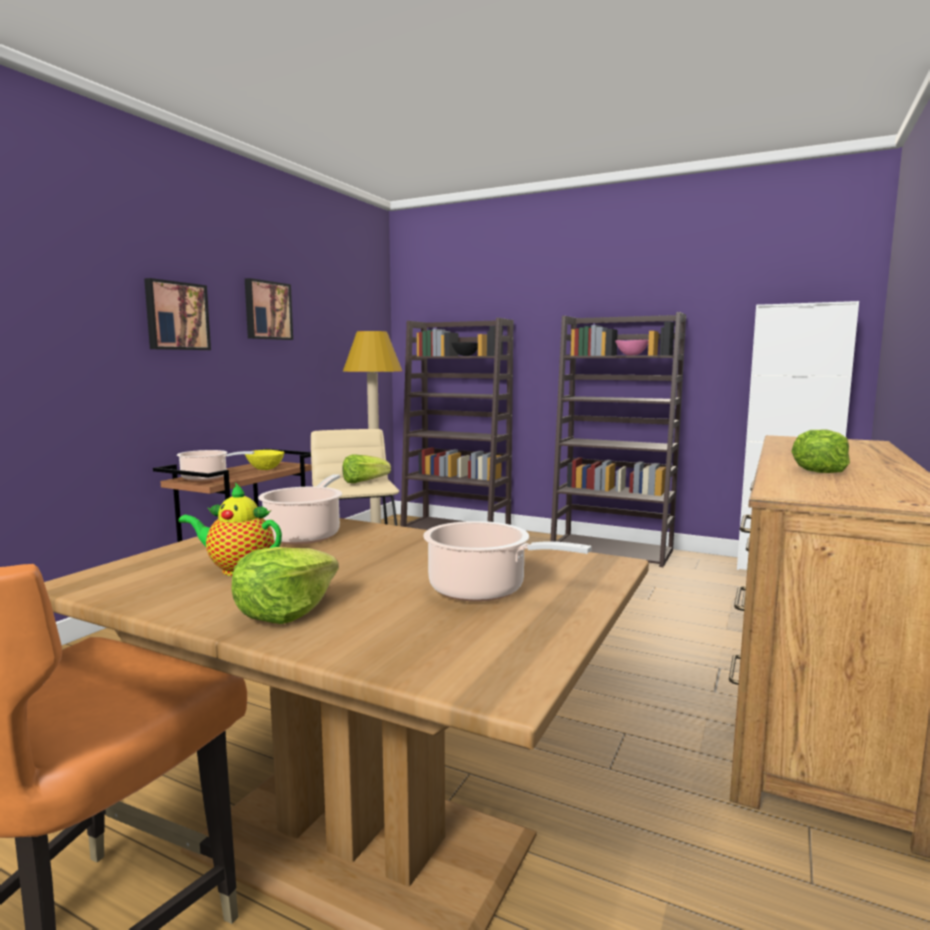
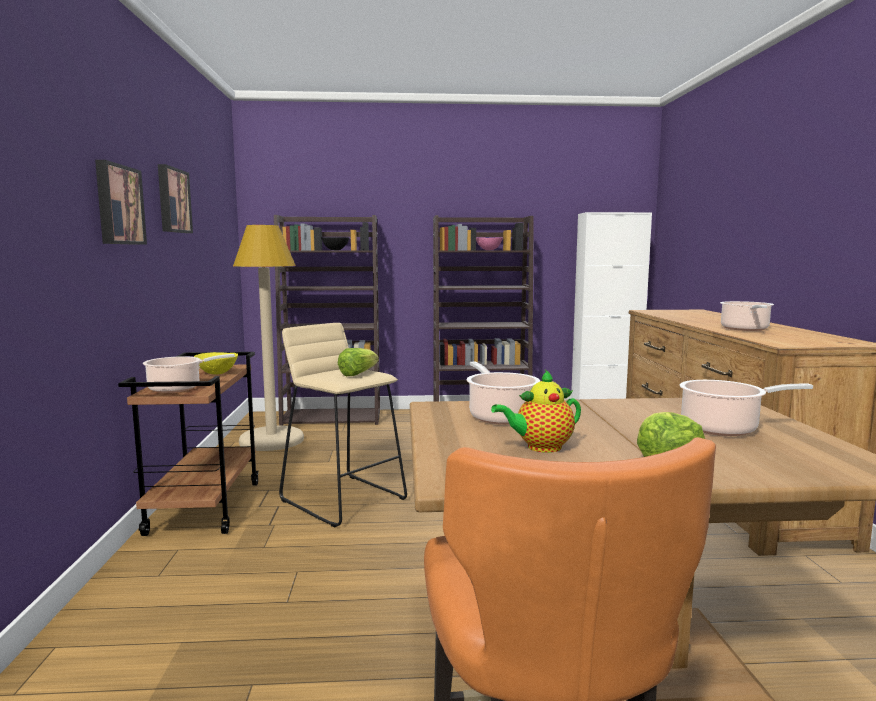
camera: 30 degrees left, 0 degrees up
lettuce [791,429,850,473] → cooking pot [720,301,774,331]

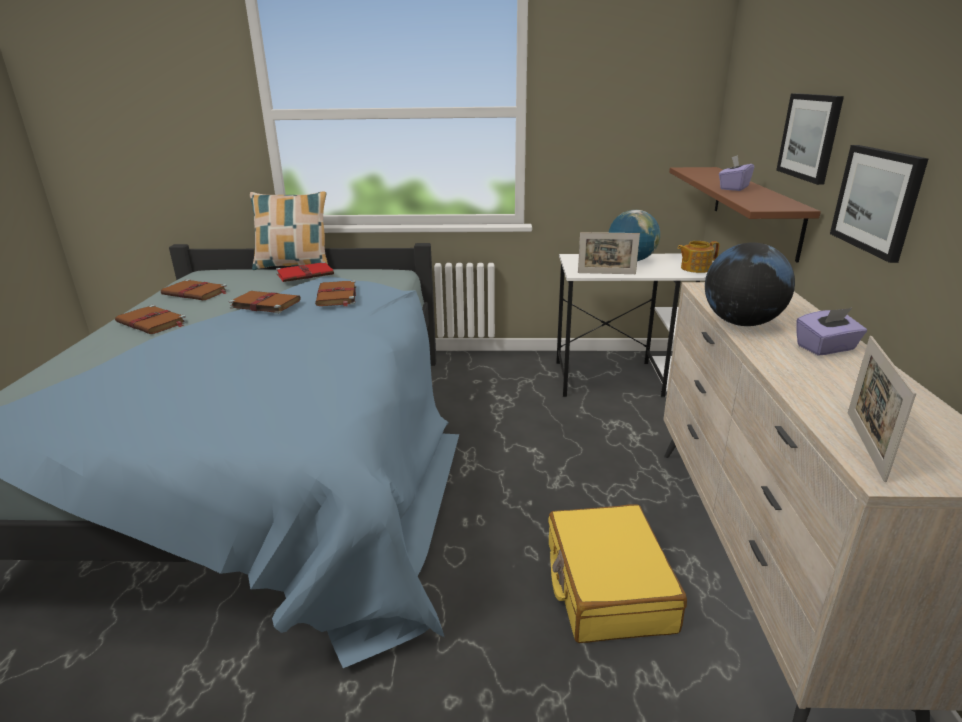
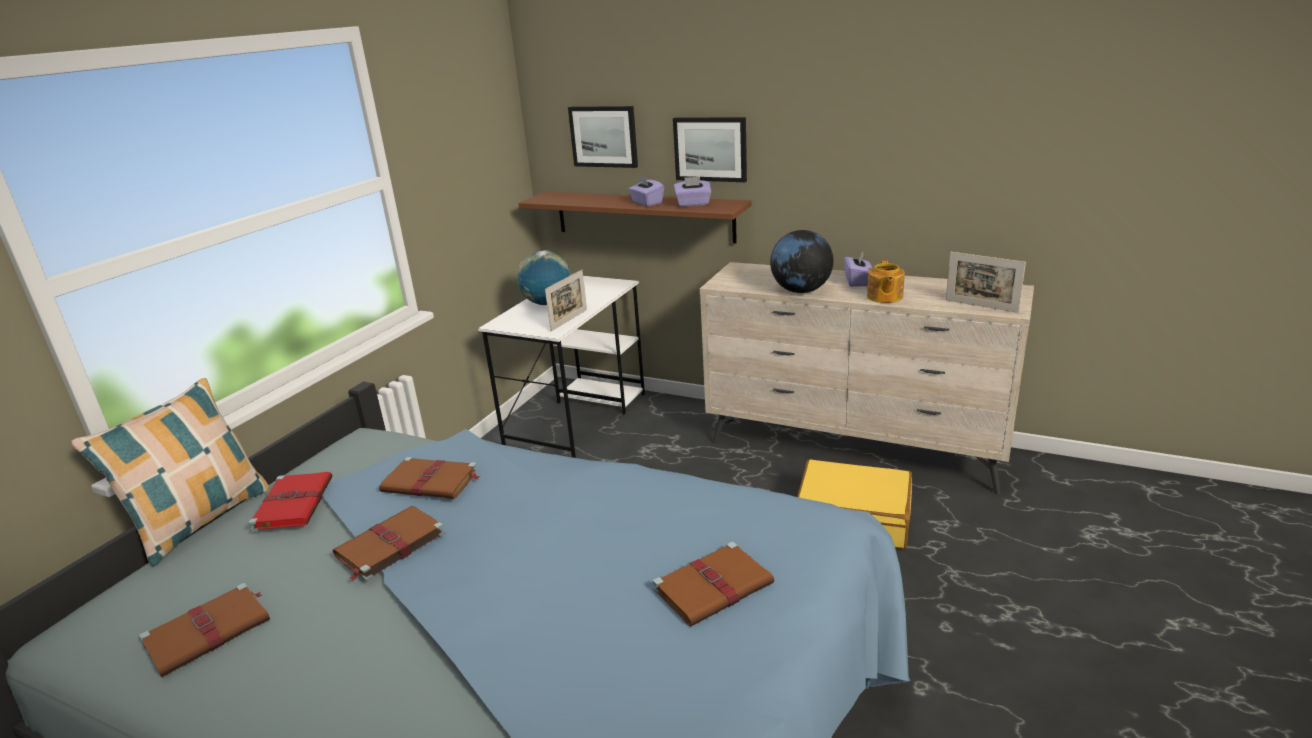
camera: 65 degrees left, 0 degrees up
picture [830,145,928,263] → picture [568,106,638,168], relocated
brown book [115,305,187,334] → brown book [653,542,774,627], relocated
- → purple tissue box [674,177,712,207]
teapot [677,241,720,273] → teapot [867,260,905,303], relocated

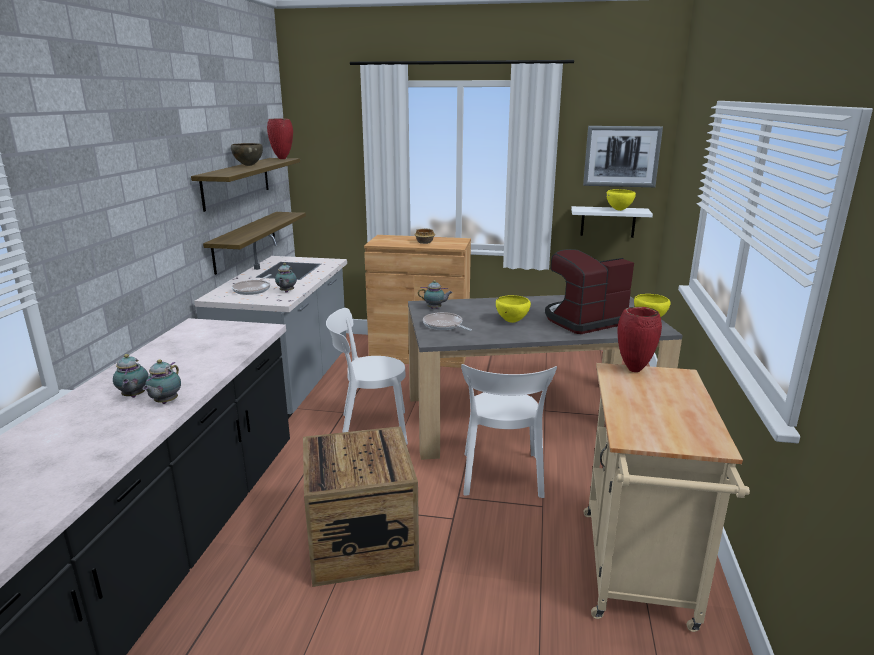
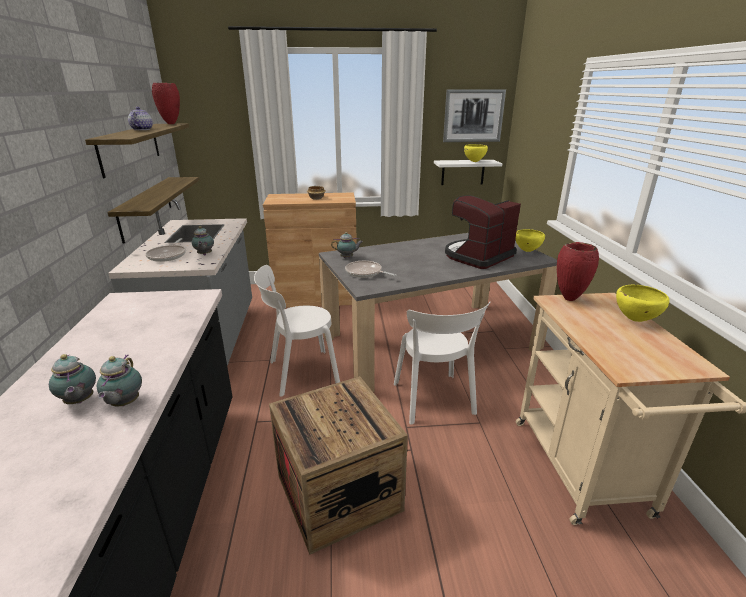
camera: 15 degrees left, 5 degrees up
brown bowl [231,143,263,166] → teapot [128,107,153,130]
yellow bowl [496,295,531,323] → yellow bowl [616,285,670,322], relocated

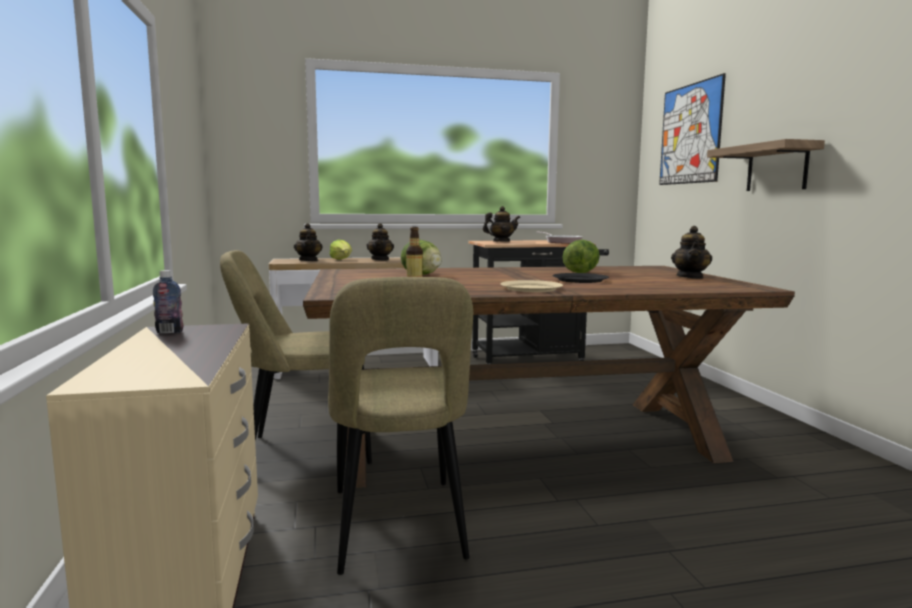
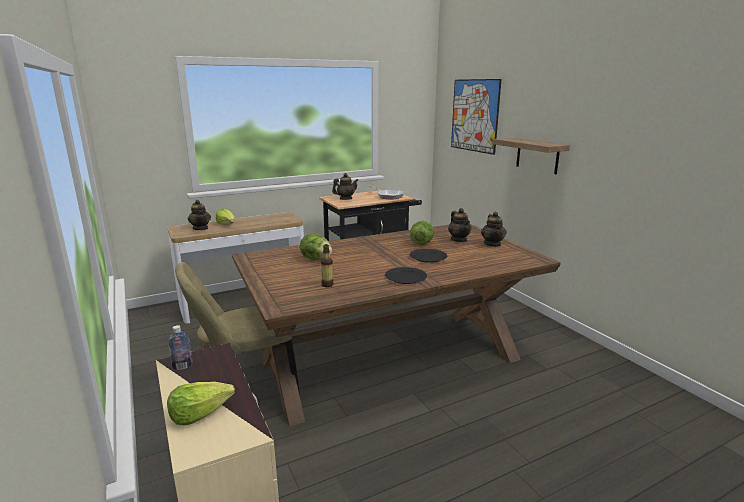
camera: 15 degrees left, 10 degrees up
- → lettuce [167,382,235,426]
beige plate [501,280,563,292] → black plate [385,267,427,284]
teapot [366,223,394,260] → teapot [448,208,472,242], relocated
beige chair [328,277,473,575] → -

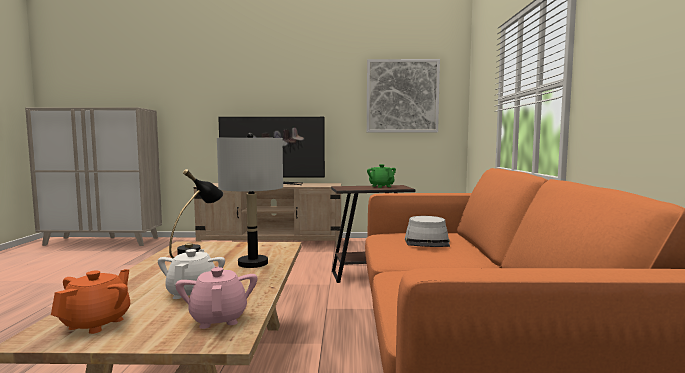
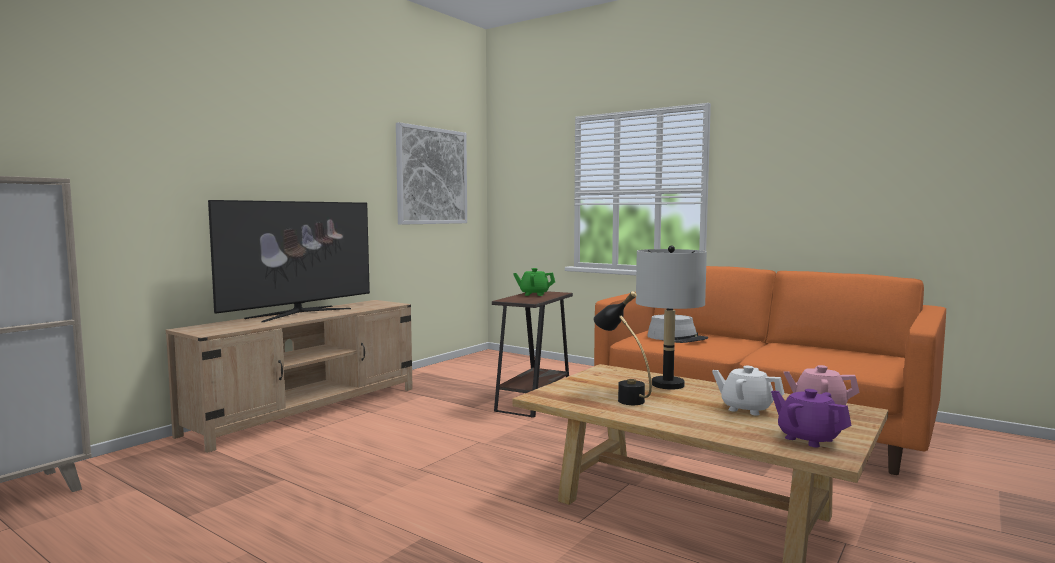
camera: 55 degrees left, 0 degrees up
orange teapot [51,269,130,334] → purple teapot [771,389,852,447]

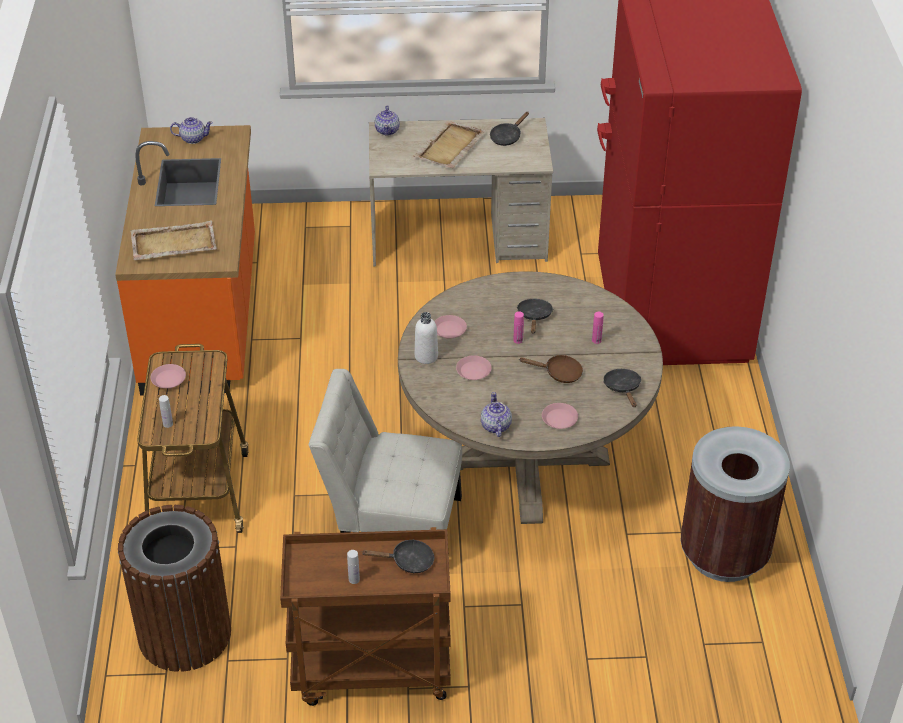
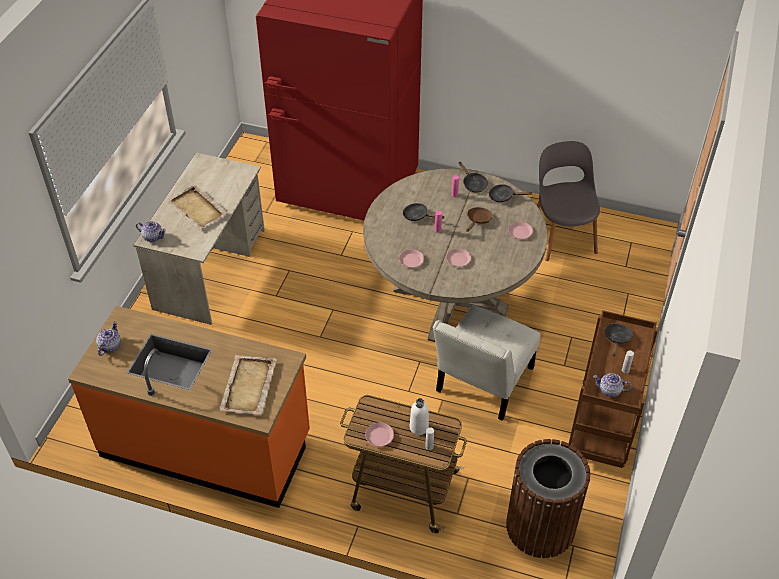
camera: 70 degrees left, 5 degrees up
white bottle [415,312,438,364] → white bottle [410,398,429,435], relocated
black frying pan [490,112,529,146] → black frying pan [458,161,488,193], relocated
brown trash can [681,426,790,582] → grey chair [537,141,600,261]
teapot [481,392,512,437] → teapot [593,373,632,397], relocated

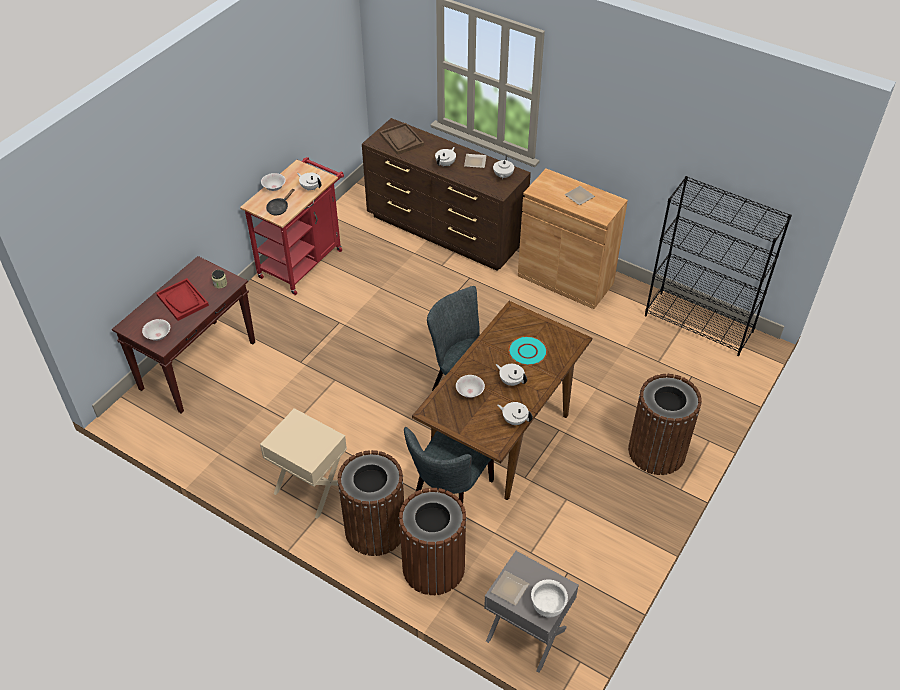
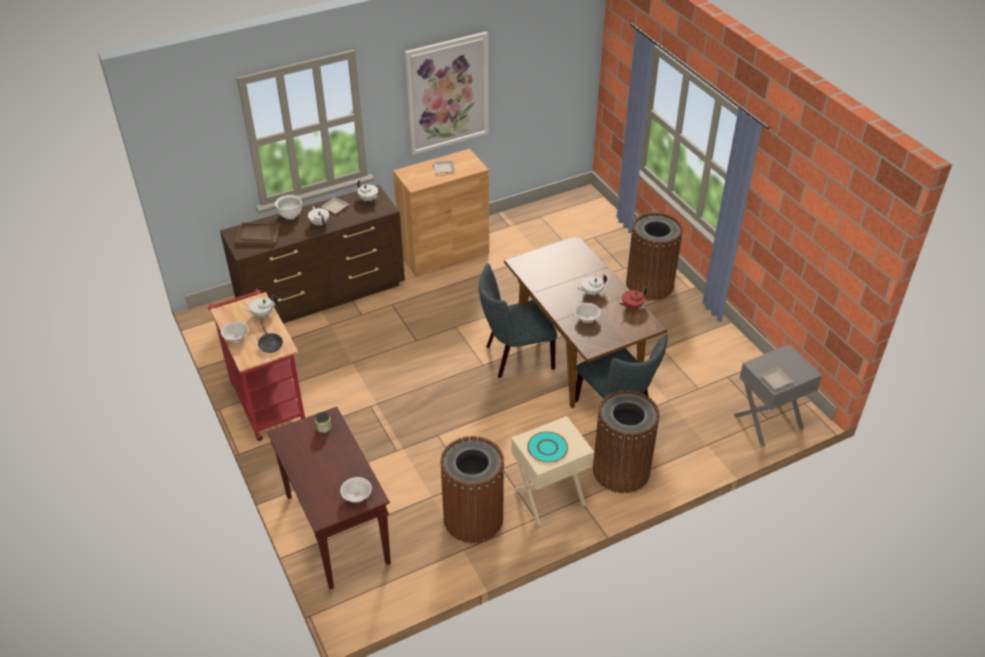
camera: 60 degrees left, 5 degrees down
white bowl [531,579,568,617] → white bowl [275,195,302,219], relocated
- → picture [405,31,489,155]
brown trash can [399,488,467,595] → brown trash can [440,436,505,543], relocated
turquoise plate [508,336,547,365] → turquoise plate [527,431,568,463], relocated
white teapot [497,402,533,425] → red teapot [619,287,647,310]
red tray [156,278,209,321] → -
black bookcase [645,176,792,356] → -

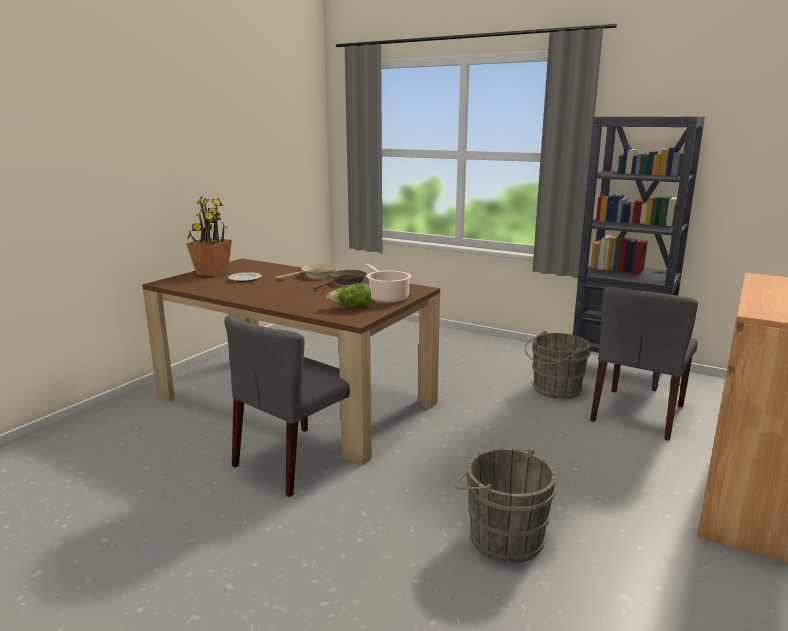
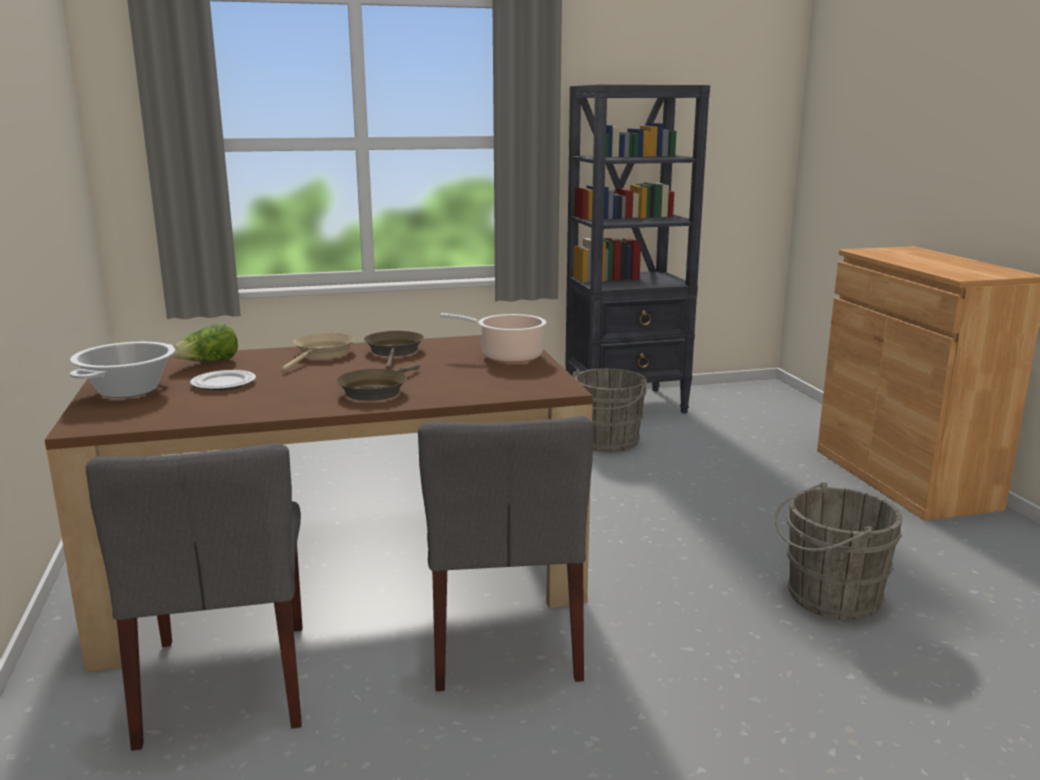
camera: 45 degrees left, 0 degrees up
potted plant [186,196,232,277] → cooking pot [70,342,175,398]
grey chair [590,287,698,441] → grey chair [86,443,302,751], relocated
lettuce [327,283,371,308] → lettuce [172,323,238,362], relocated
- → brown frying pan [336,364,420,401]

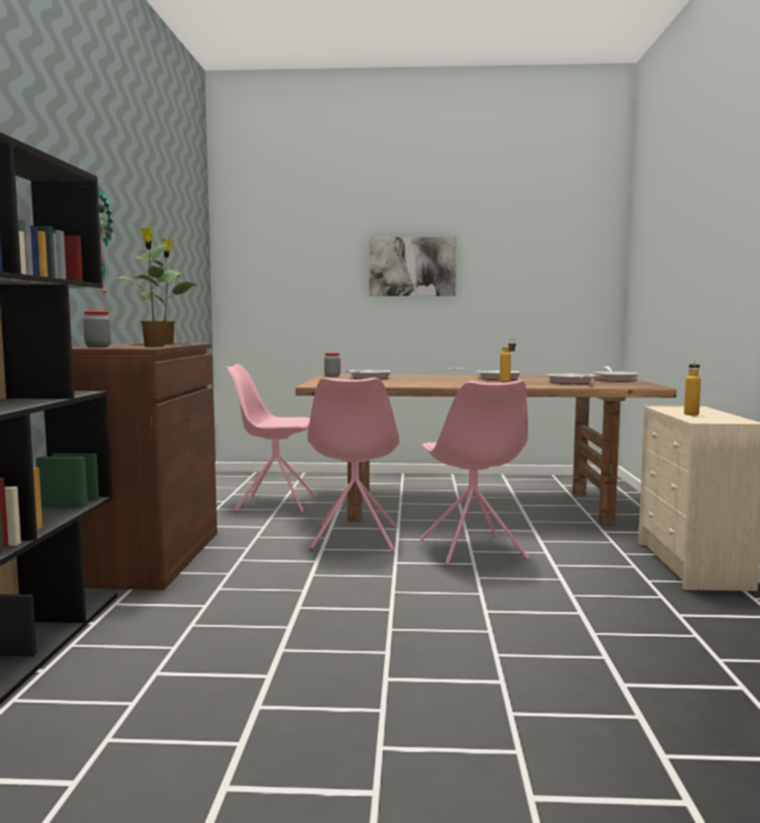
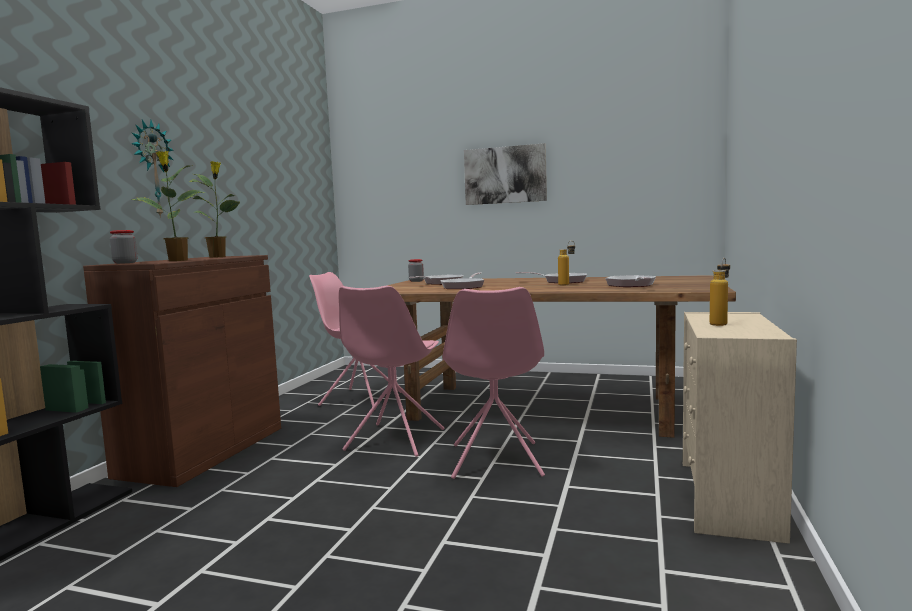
camera: 15 degrees right, 0 degrees up
frying pan [592,366,639,382] → frying pan [441,272,484,289], relocated

